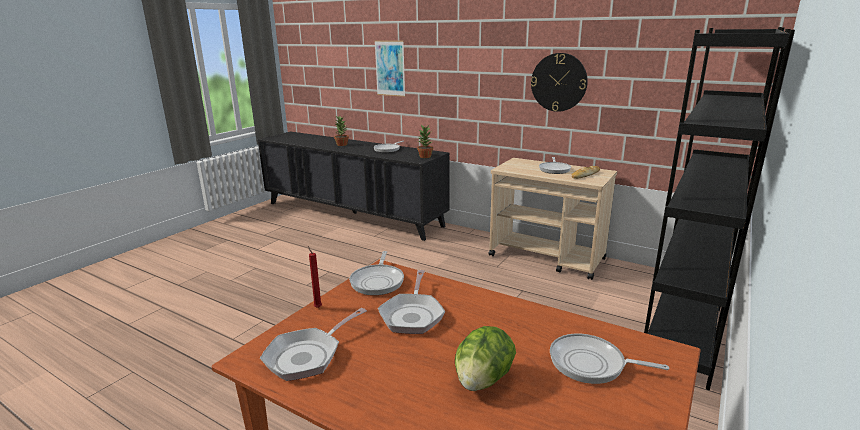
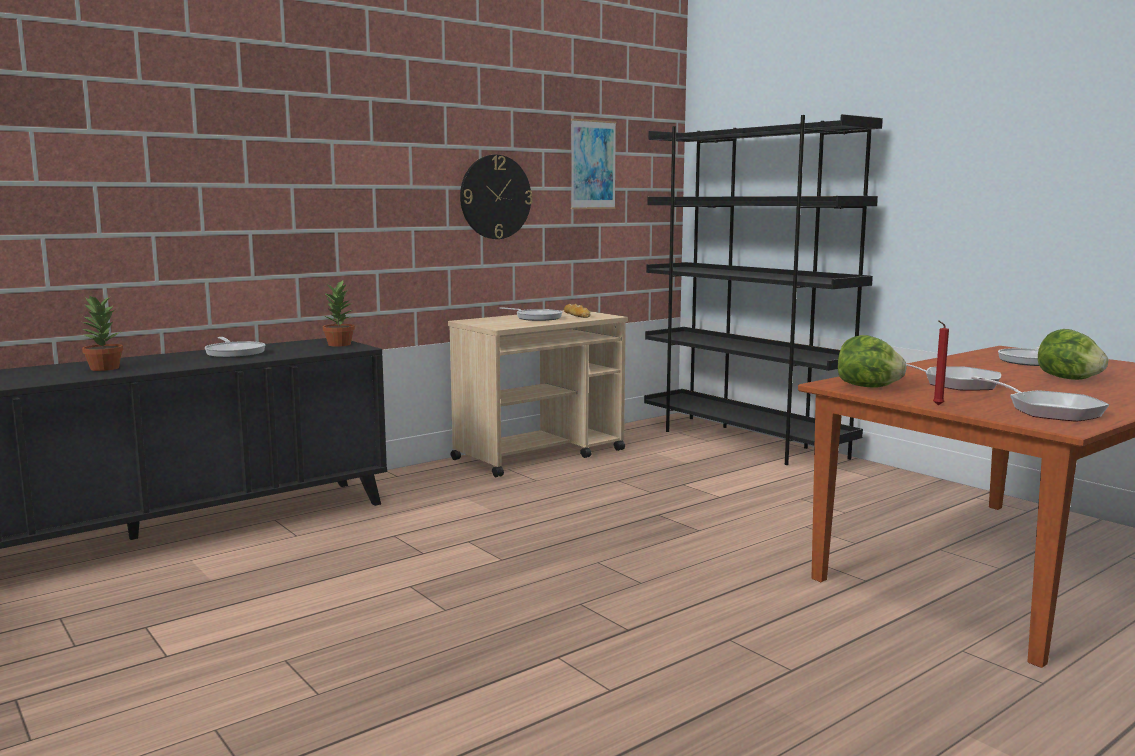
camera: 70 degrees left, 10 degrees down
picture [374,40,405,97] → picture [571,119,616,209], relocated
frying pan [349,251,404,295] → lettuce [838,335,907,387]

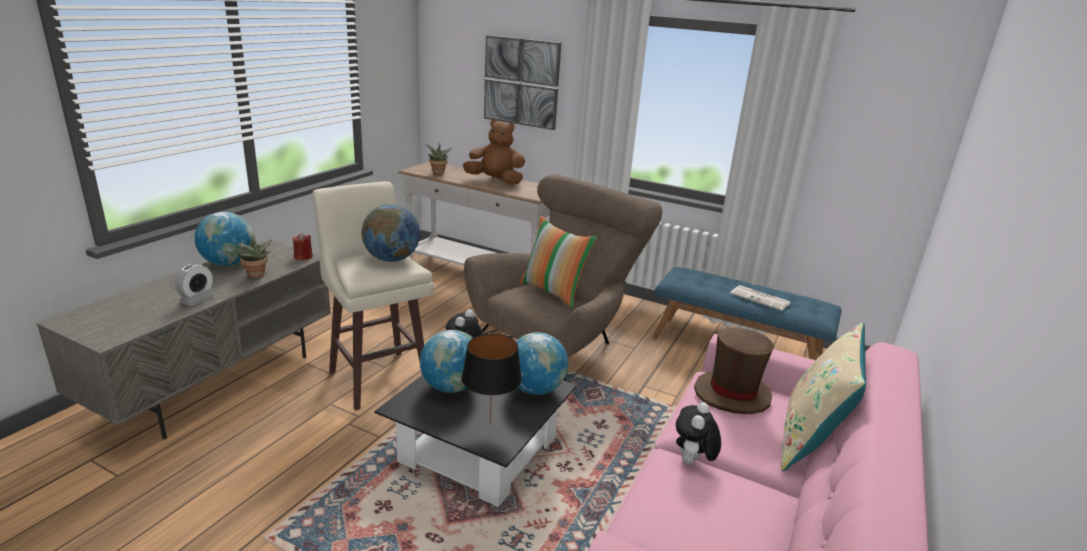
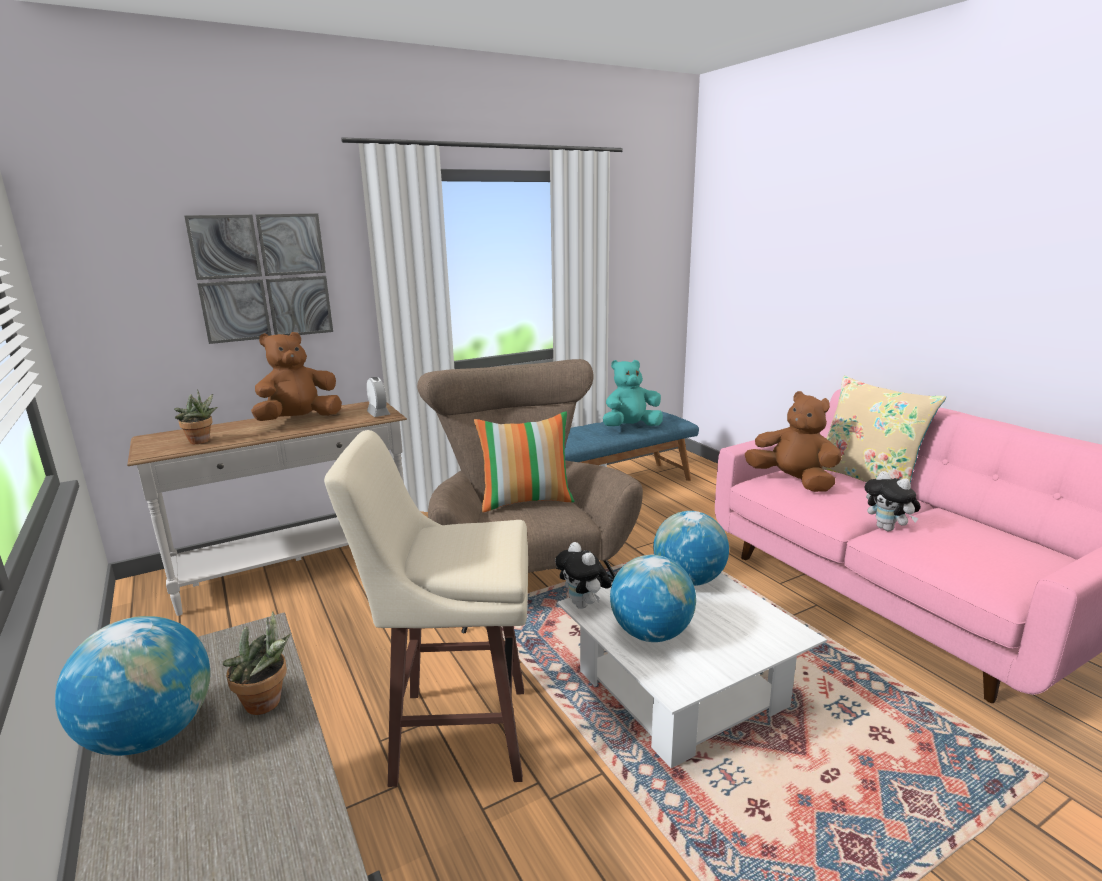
camera: 55 degrees left, 5 degrees down
alarm clock [175,264,215,306] → alarm clock [367,377,390,417], relocated
black coffee table [375,375,577,507] → white coffee table [557,573,827,768]
newspaper [730,285,790,311] → turquoise plush toy [603,360,663,426]
brown hat [694,328,774,414] → brown plush toy [745,391,842,492]
red candle [293,233,313,260] → -
globe [361,204,420,262] → -
black table lamp [461,334,522,423] → -

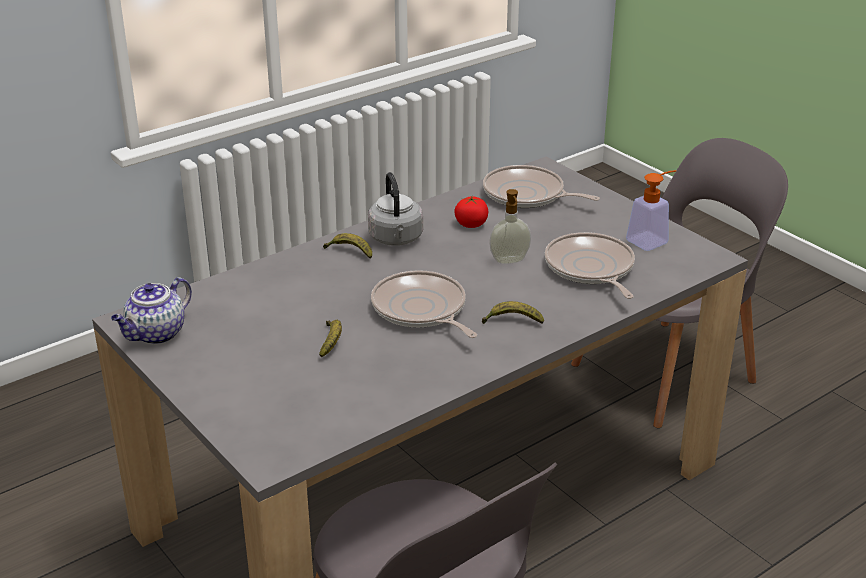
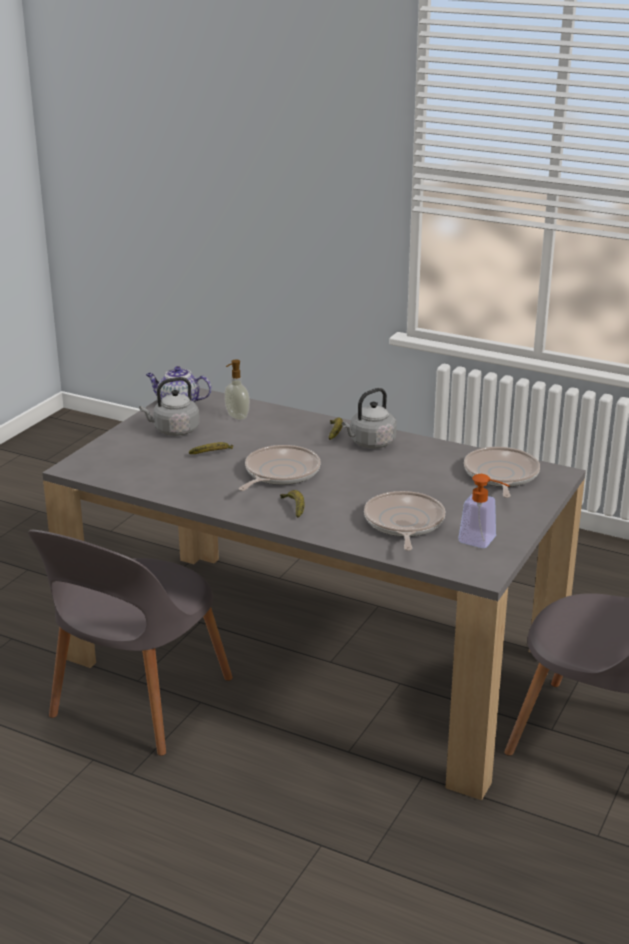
camera: 65 degrees right, 5 degrees down
- → grey kettle [139,377,199,436]
soap dispenser [489,189,531,264] → soap dispenser [224,360,250,420], relocated
frying pan [545,232,635,299] → frying pan [364,491,445,551], 45 degrees counterclockwise
tomato [455,196,488,228] → -

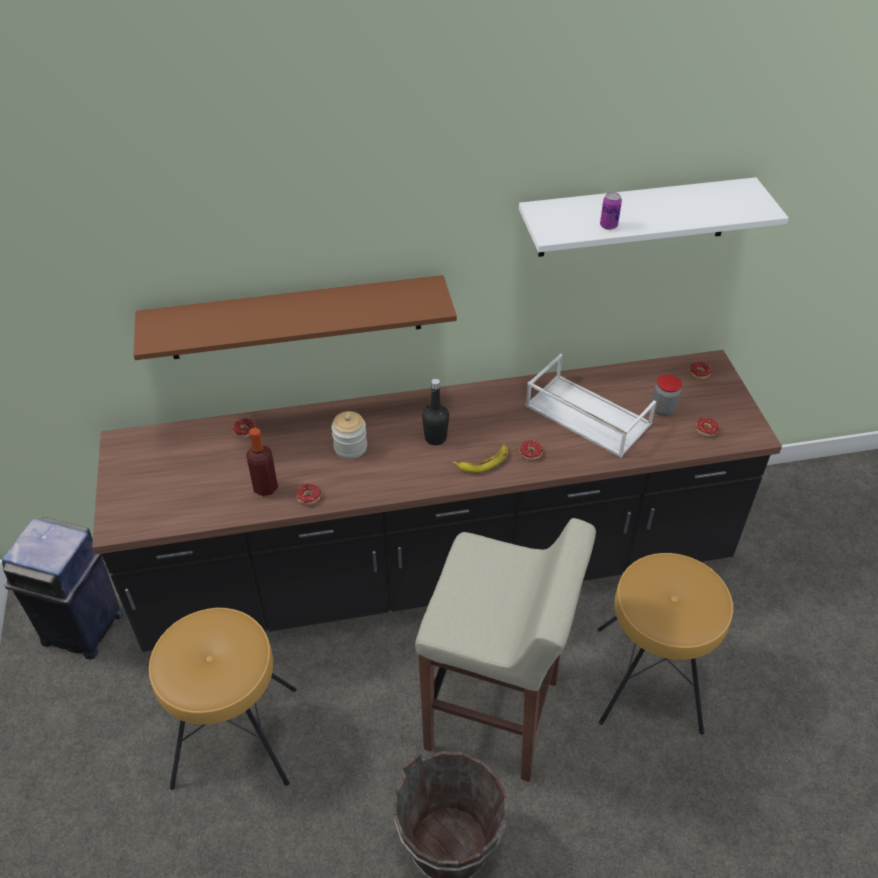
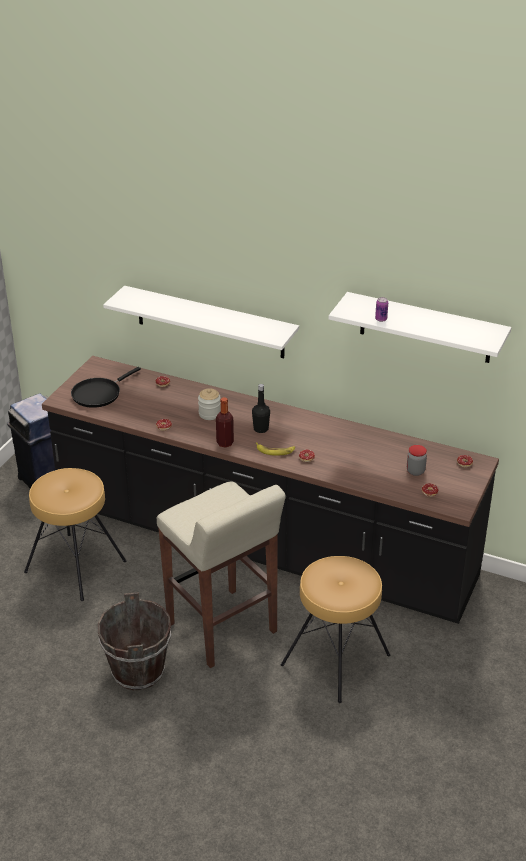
camera: 35 degrees right, 10 degrees down
- → black frying pan [71,367,141,408]
brown shelf [134,275,457,360] → white shelf [103,286,299,358]
bottle [246,428,278,496] → bottle [216,397,234,448], relocated
white tray [525,354,657,457] → -

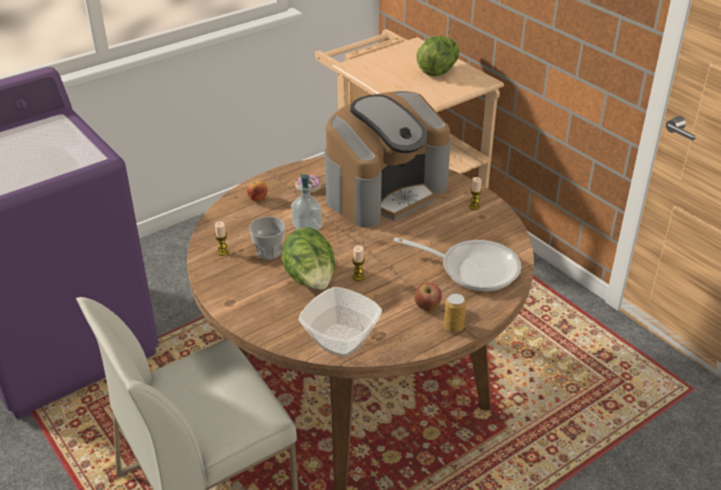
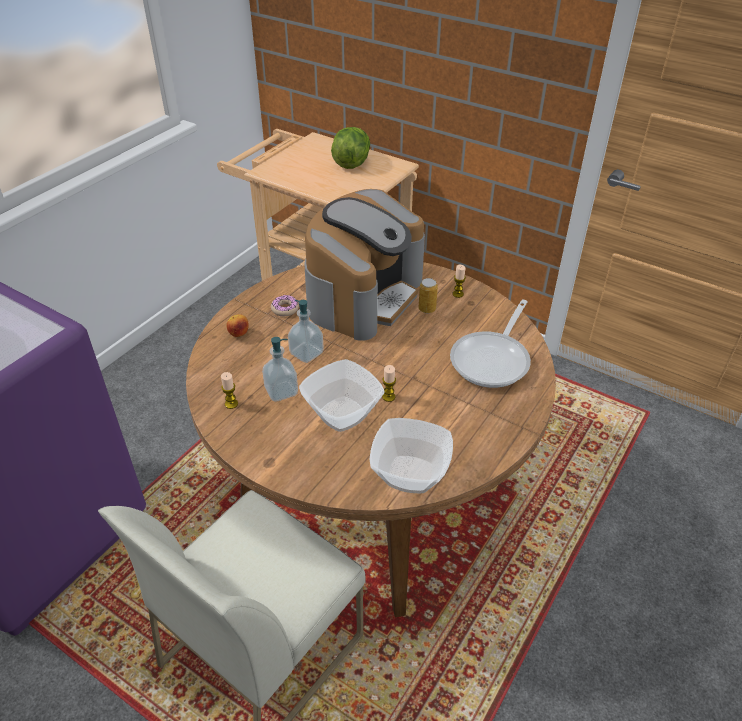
camera: 20 degrees left, 5 degrees up
cup [249,216,285,260] → soap dispenser [262,337,298,402]
lettuce [281,227,335,290] → bowl [299,359,385,432]
can [444,293,466,333] → can [419,278,438,313], relocated
frying pan [393,237,521,292] → frying pan [450,300,531,388], 120 degrees clockwise
apple [414,282,442,311] → -

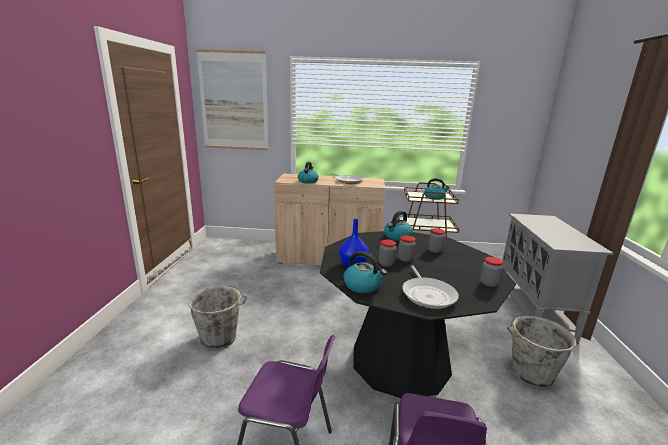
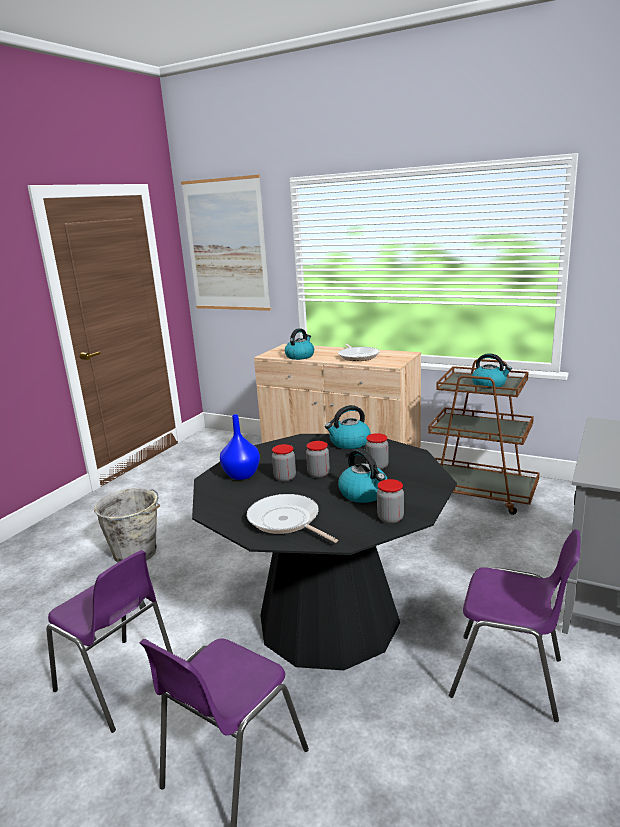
camera: 25 degrees right, 0 degrees up
frying pan [402,265,459,309] → frying pan [247,494,338,543], 120 degrees clockwise
kettle [343,251,387,293] → kettle [338,448,387,503], relocated
grey bucket [507,314,576,389] → purple chair [449,529,580,722]

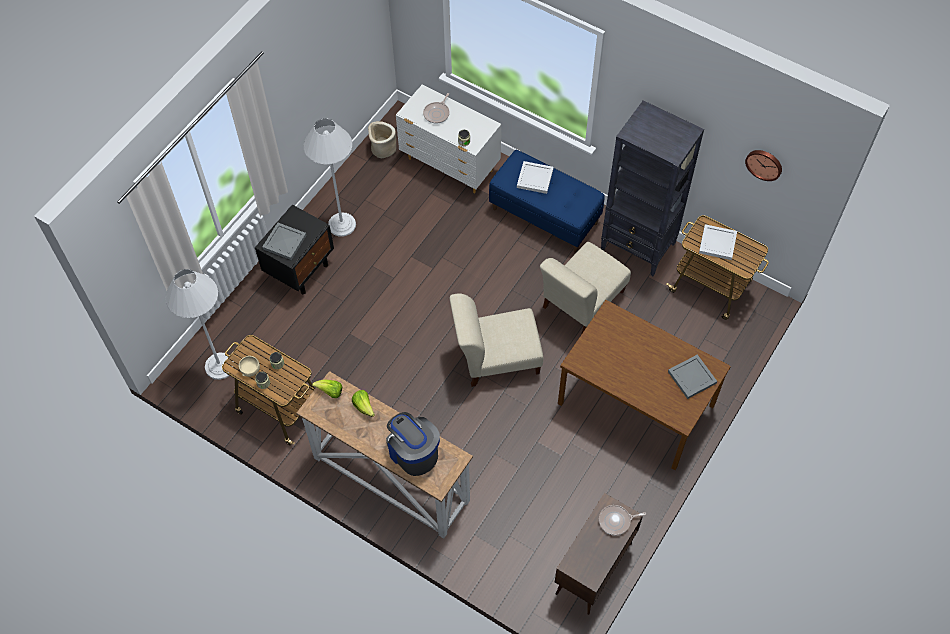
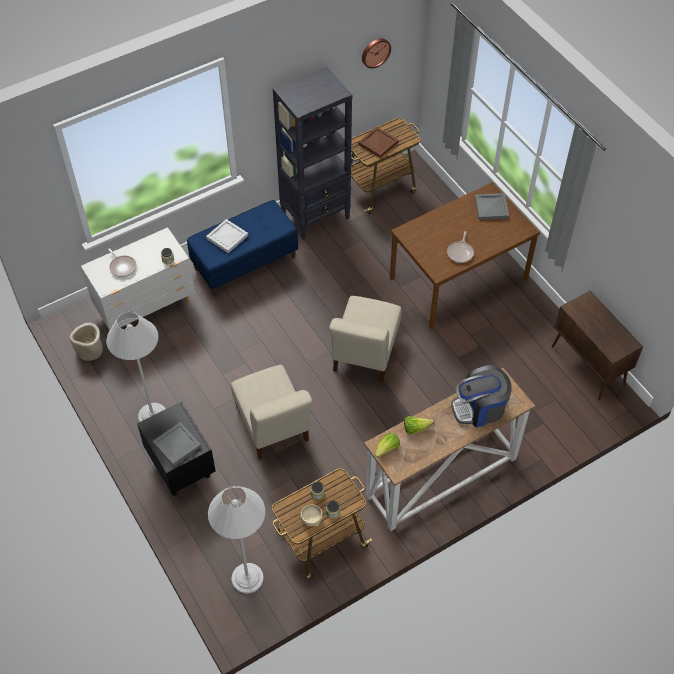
camera: 65 degrees left, 5 degrees down
beige chair [540,242,631,335] → beige chair [231,365,312,460], relocated
white tray [699,224,737,260] → brown tray [358,126,399,158]
frying pan [599,505,646,535] → frying pan [447,231,474,263], relocated

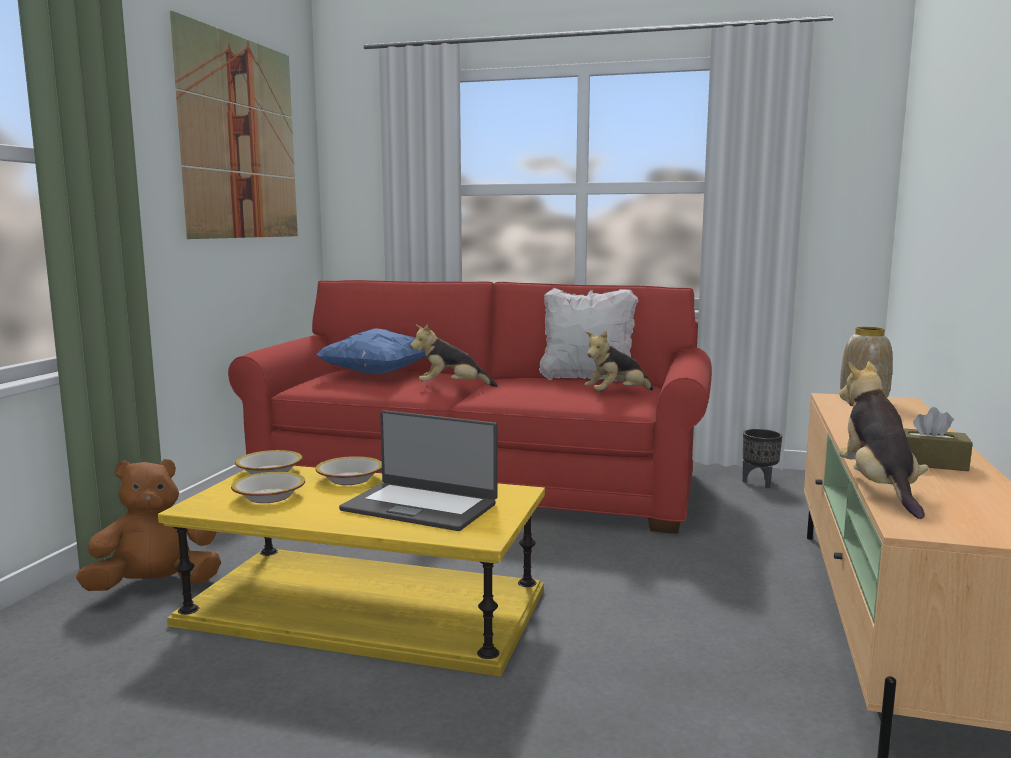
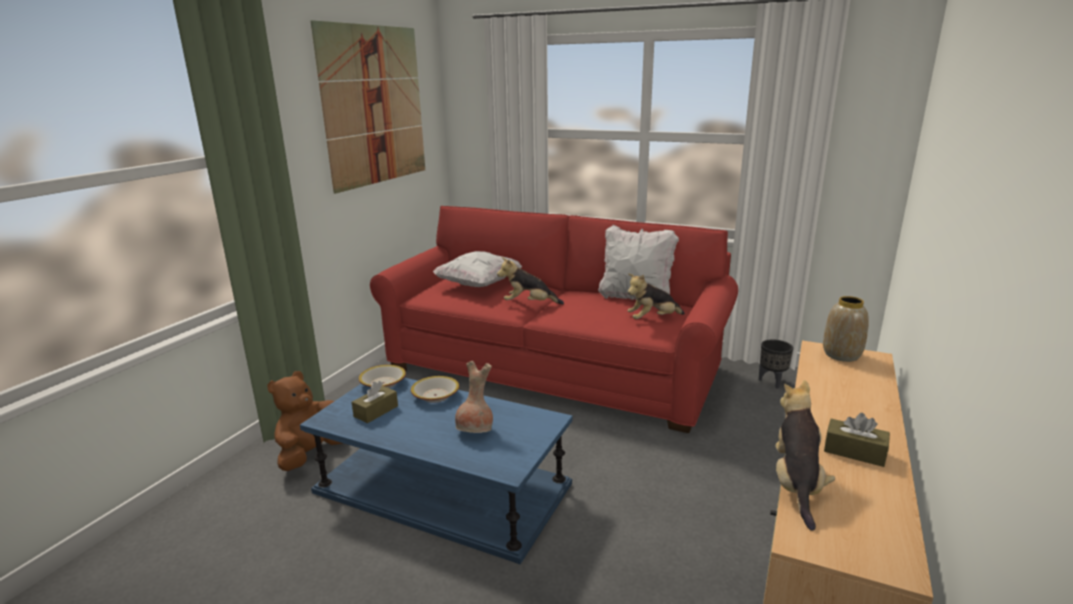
camera: 10 degrees right, 10 degrees up
brown plush toy [76,459,221,591] → brown plush toy [267,371,344,471], 45 degrees counterclockwise
yellow coffee table [158,466,545,677] → blue coffee table [300,378,572,564]
bowl [231,472,305,503] → brown tissue box [352,381,398,423]
blue pillow [316,328,426,374] → white pillow [433,251,522,287]
laptop [339,410,498,531] → brown vase [455,361,493,433]

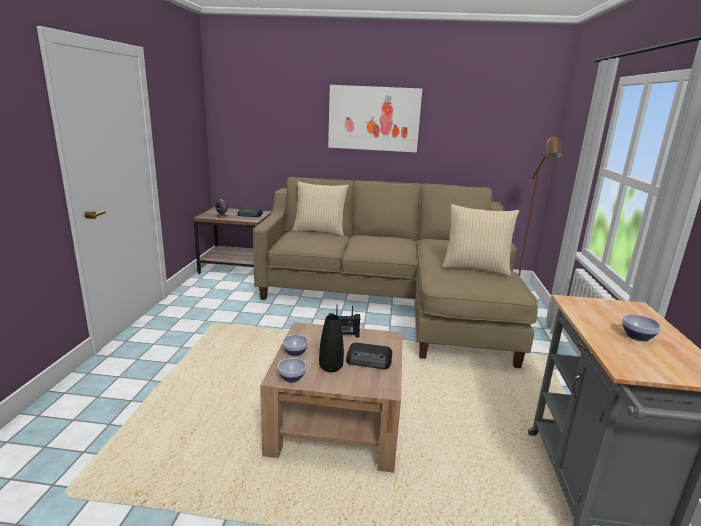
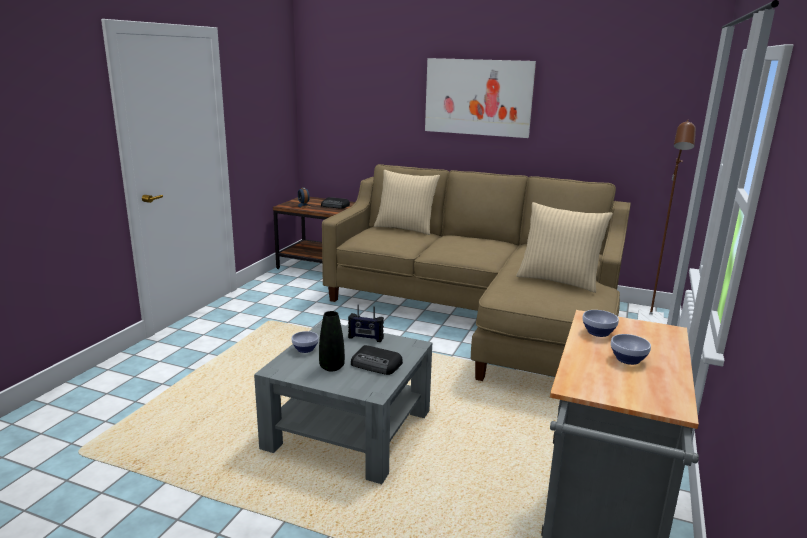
camera: 15 degrees right, 0 degrees up
brown coffee table [260,322,403,473] → grey coffee table [254,321,432,484]
bowl [278,358,306,383] → bowl [582,310,619,337], relocated

